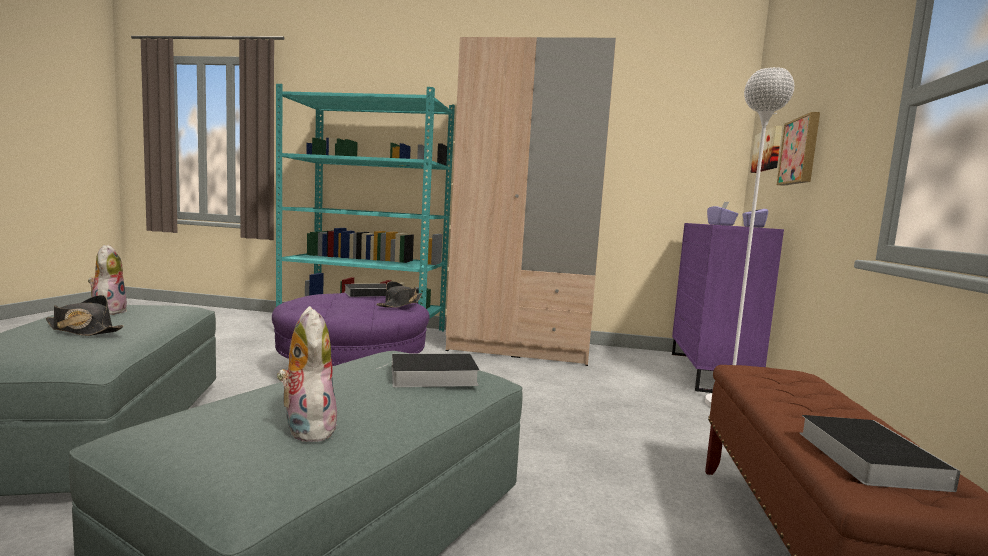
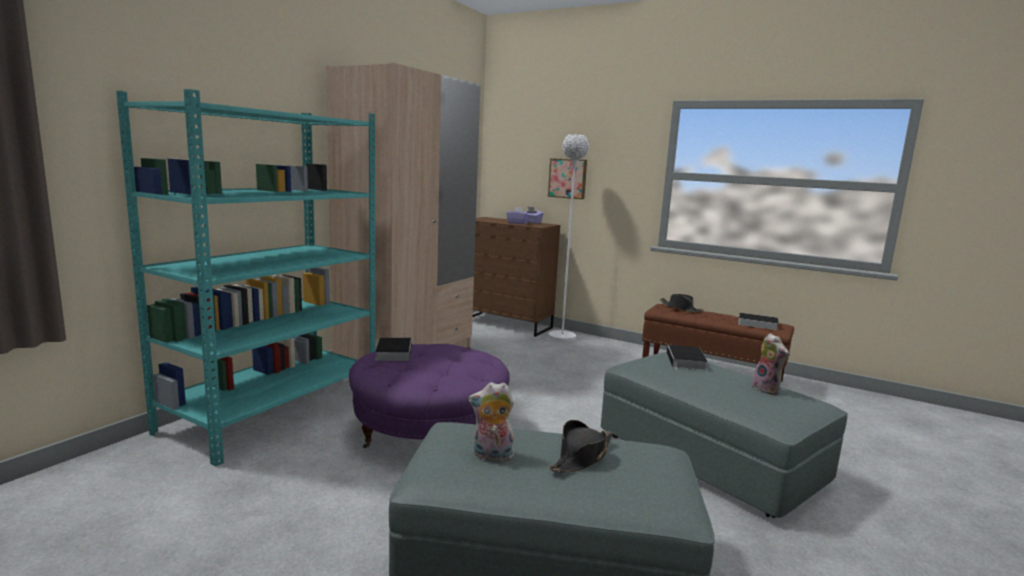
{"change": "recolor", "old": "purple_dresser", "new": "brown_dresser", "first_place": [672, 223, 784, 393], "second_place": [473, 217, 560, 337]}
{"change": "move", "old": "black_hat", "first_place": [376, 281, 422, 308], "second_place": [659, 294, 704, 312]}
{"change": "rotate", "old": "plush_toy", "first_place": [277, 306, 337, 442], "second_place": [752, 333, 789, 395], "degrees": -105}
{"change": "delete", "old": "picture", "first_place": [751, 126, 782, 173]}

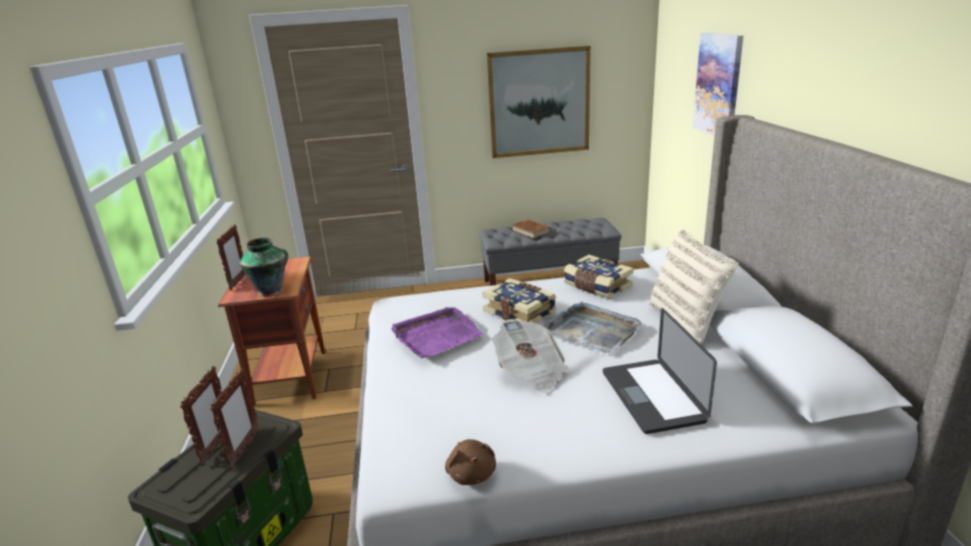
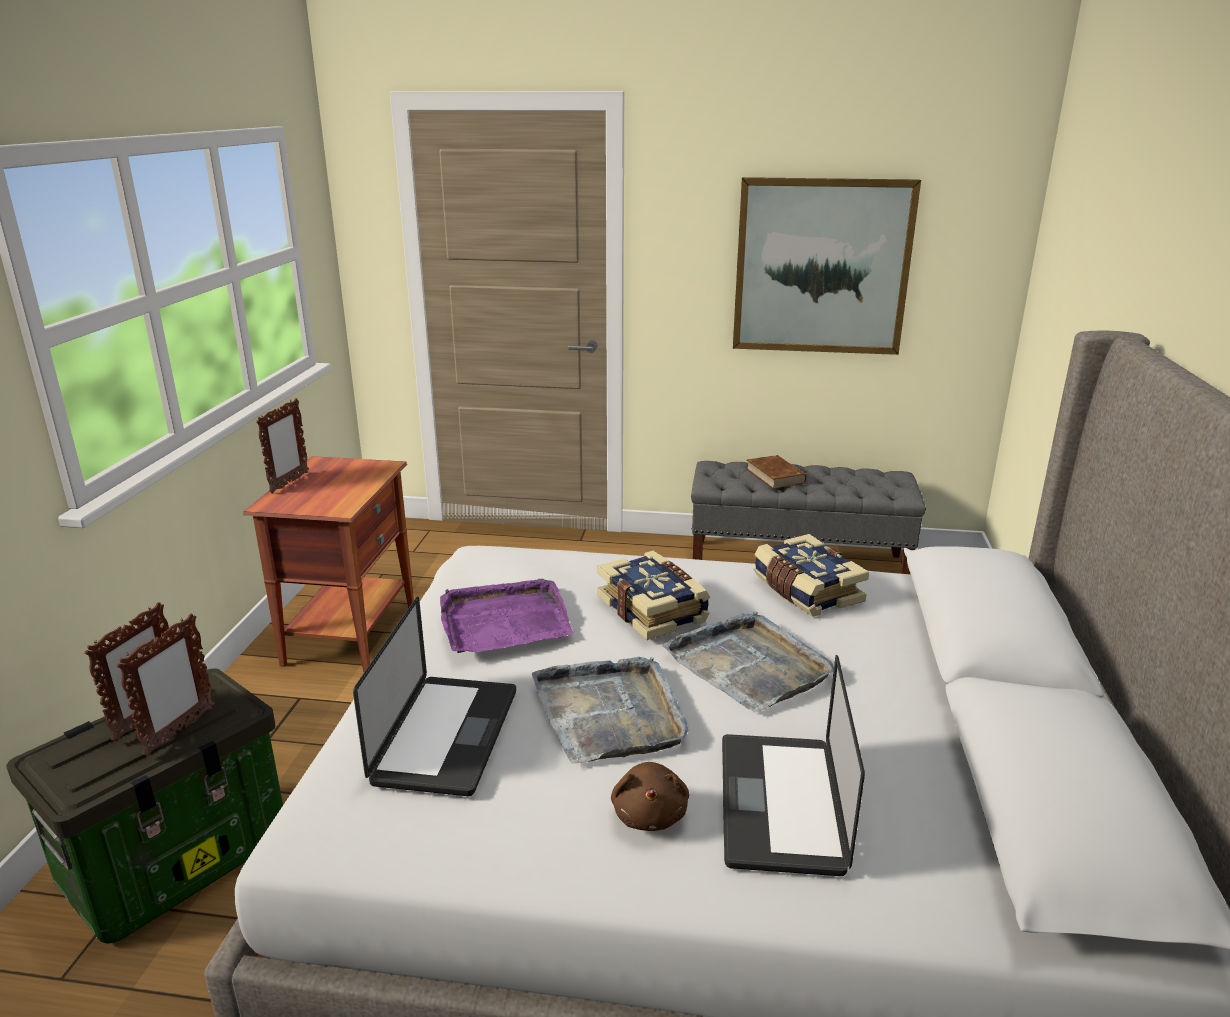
{"change": "insert", "new": "laptop", "second_place": [353, 597, 516, 796]}
{"change": "replace", "old": "newspaper", "new": "grey_tray", "first_place": [492, 319, 569, 393], "second_place": [532, 657, 689, 763]}
{"change": "move", "old": "brown_plush_toy", "first_place": [445, 439, 496, 485], "second_place": [611, 762, 689, 831]}
{"change": "delete", "old": "vase", "first_place": [240, 238, 288, 297]}
{"change": "delete", "old": "beige_pillow", "first_place": [649, 229, 738, 344]}
{"change": "delete", "old": "picture", "first_place": [693, 33, 743, 136]}

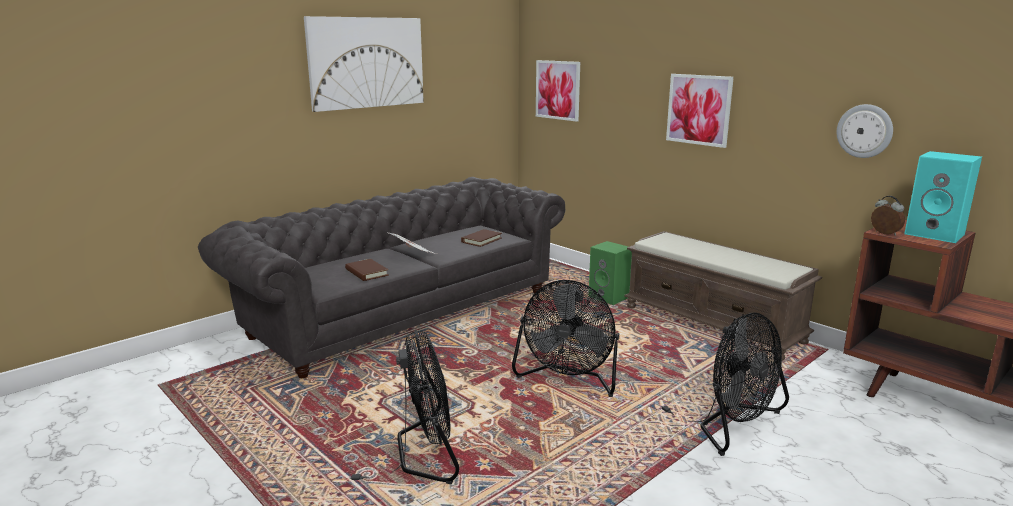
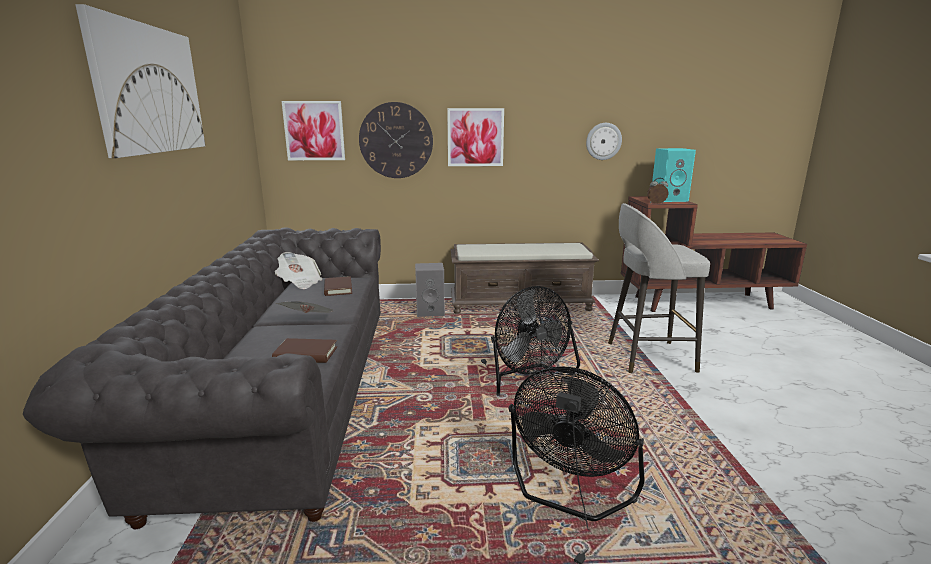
{"change": "insert", "new": "newspaper", "second_place": [275, 252, 323, 289]}
{"change": "insert", "new": "wall_clock", "second_place": [359, 102, 433, 178]}
{"change": "recolor", "old": "green_speaker", "new": "grey_speaker", "first_place": [589, 241, 632, 305], "second_place": [415, 263, 445, 317]}
{"change": "replace", "old": "black_fan", "new": "grey_stool", "first_place": [662, 313, 789, 456], "second_place": [608, 203, 710, 373]}

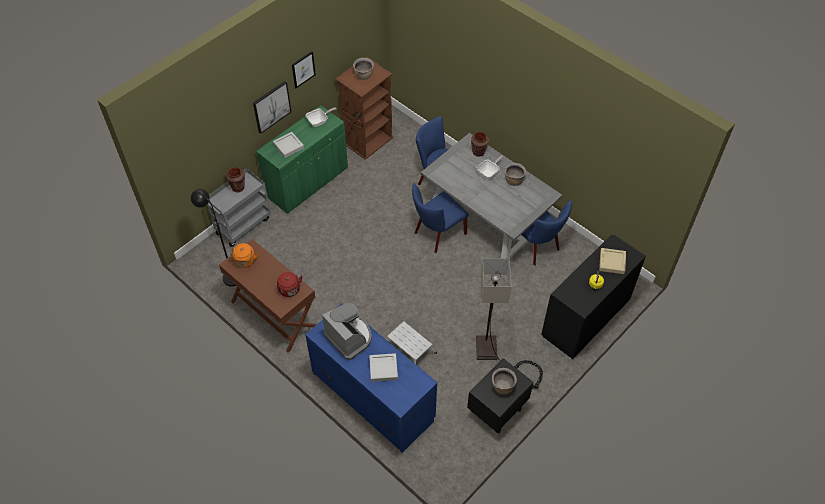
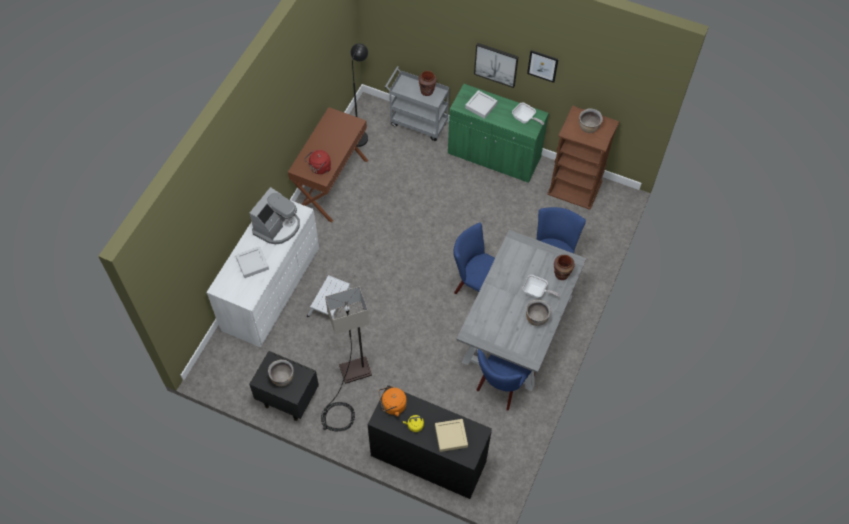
{"change": "recolor", "old": "blue_dresser", "new": "white_dresser", "first_place": [305, 303, 437, 453], "second_place": [206, 200, 319, 348]}
{"change": "move", "old": "orange_kettle", "first_place": [230, 243, 258, 268], "second_place": [378, 386, 407, 416]}

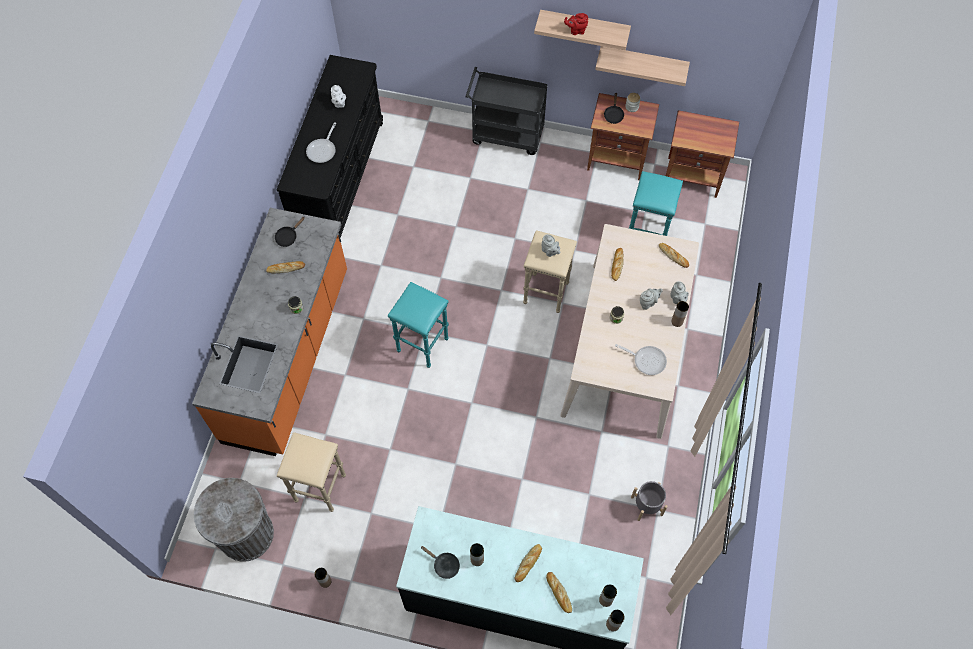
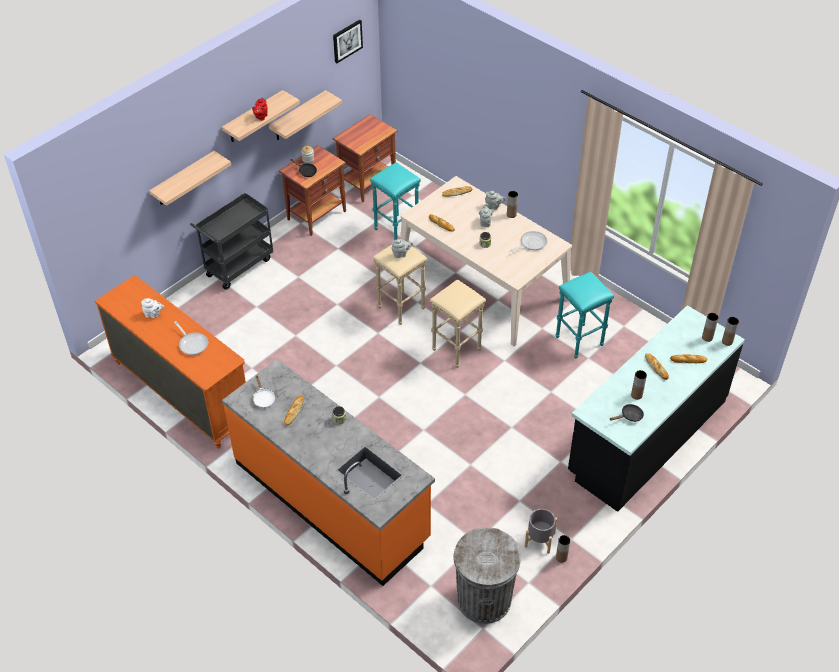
{"change": "recolor", "old": "black_dresser", "new": "orange_dresser", "first_place": [276, 55, 383, 238], "second_place": [95, 276, 246, 449]}
{"change": "insert", "new": "shelf", "second_place": [149, 151, 231, 206]}
{"change": "recolor", "old": "black_frying_pan", "new": "white_frying_pan", "first_place": [275, 217, 305, 247], "second_place": [253, 375, 275, 408]}
{"change": "insert", "new": "picture", "second_place": [333, 20, 363, 63]}
{"change": "move", "old": "beige_stool", "first_place": [277, 432, 346, 512], "second_place": [430, 280, 486, 368]}
{"change": "move", "old": "grey_planter", "first_place": [631, 481, 668, 521], "second_place": [525, 509, 557, 554]}
{"change": "move", "old": "turquoise_stool", "first_place": [388, 282, 449, 368], "second_place": [556, 272, 614, 358]}

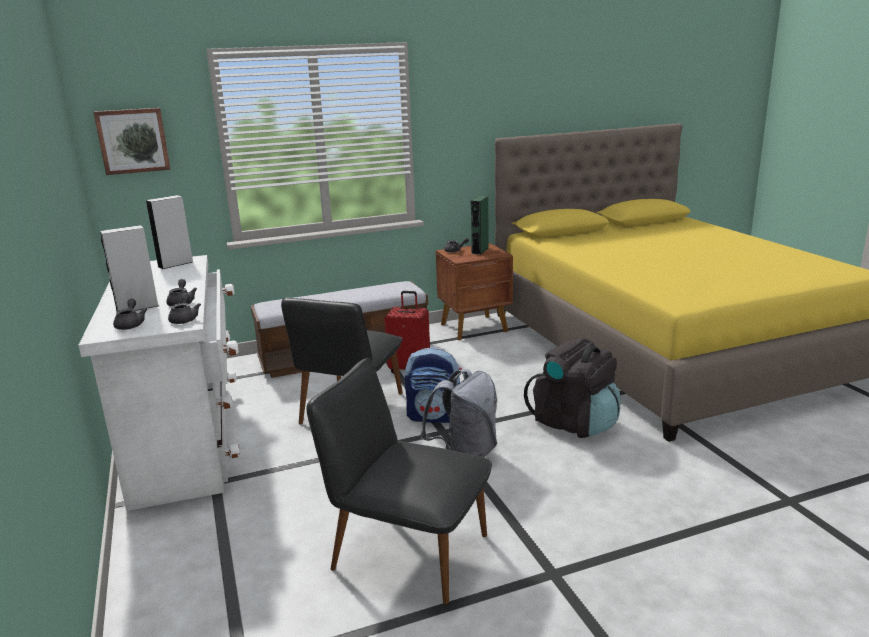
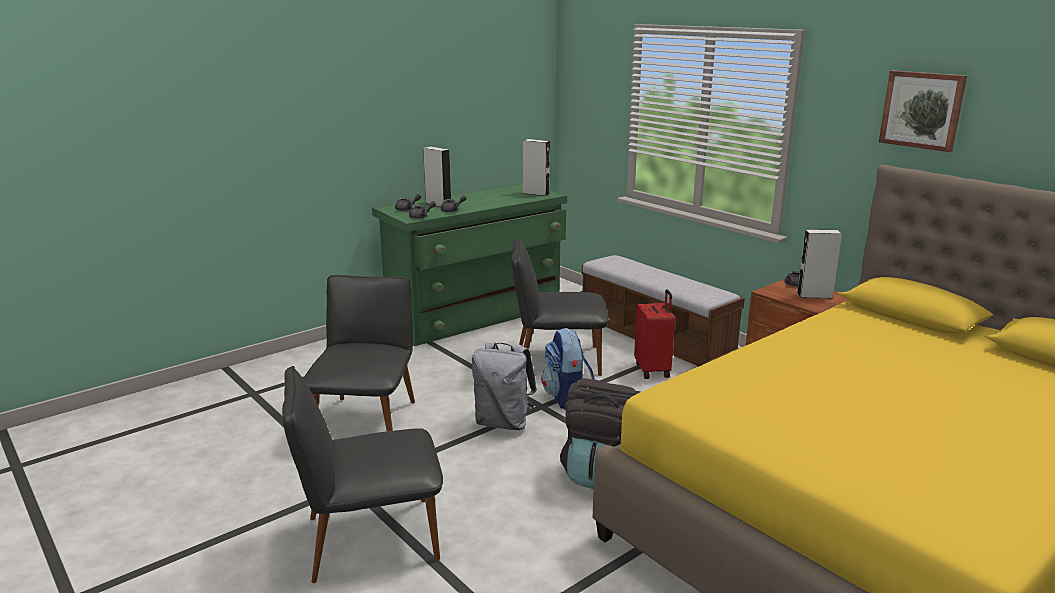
{"change": "insert", "new": "black_chair", "second_place": [282, 366, 443, 583]}
{"change": "recolor", "old": "white_dresser", "new": "green_dresser", "first_place": [79, 255, 240, 511], "second_place": [372, 184, 567, 346]}
{"change": "recolor", "old": "green_speaker", "new": "grey_speaker", "first_place": [471, 196, 489, 255], "second_place": [797, 230, 842, 299]}
{"change": "move", "old": "picture", "first_place": [93, 108, 171, 175], "second_place": [879, 71, 967, 152]}

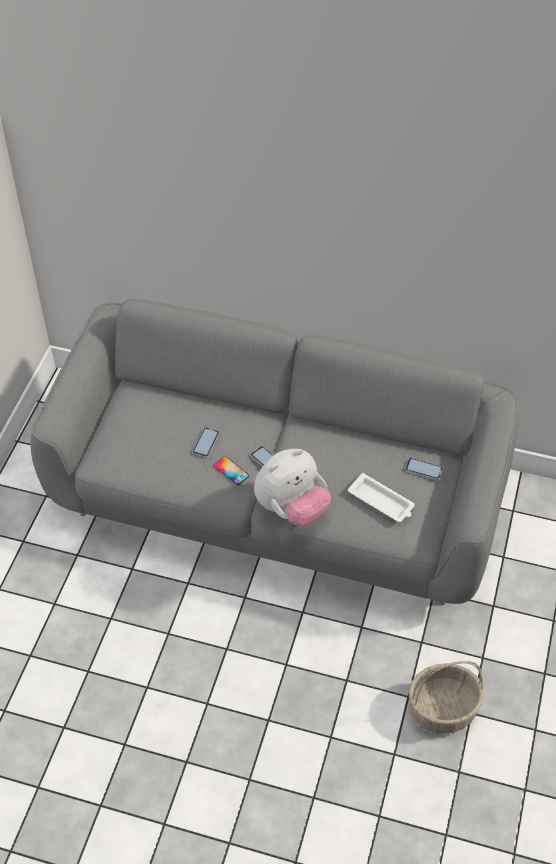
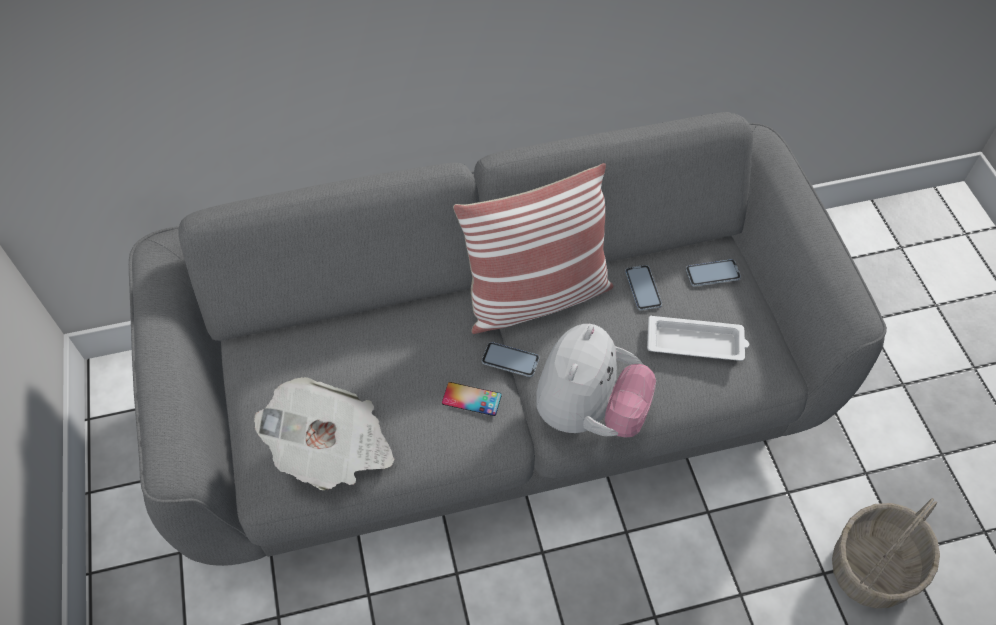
{"change": "insert", "new": "newspaper", "second_place": [254, 377, 395, 490]}
{"change": "insert", "new": "pillow", "second_place": [453, 163, 613, 334]}
{"change": "move", "old": "phone", "first_place": [192, 427, 219, 457], "second_place": [625, 265, 662, 311]}

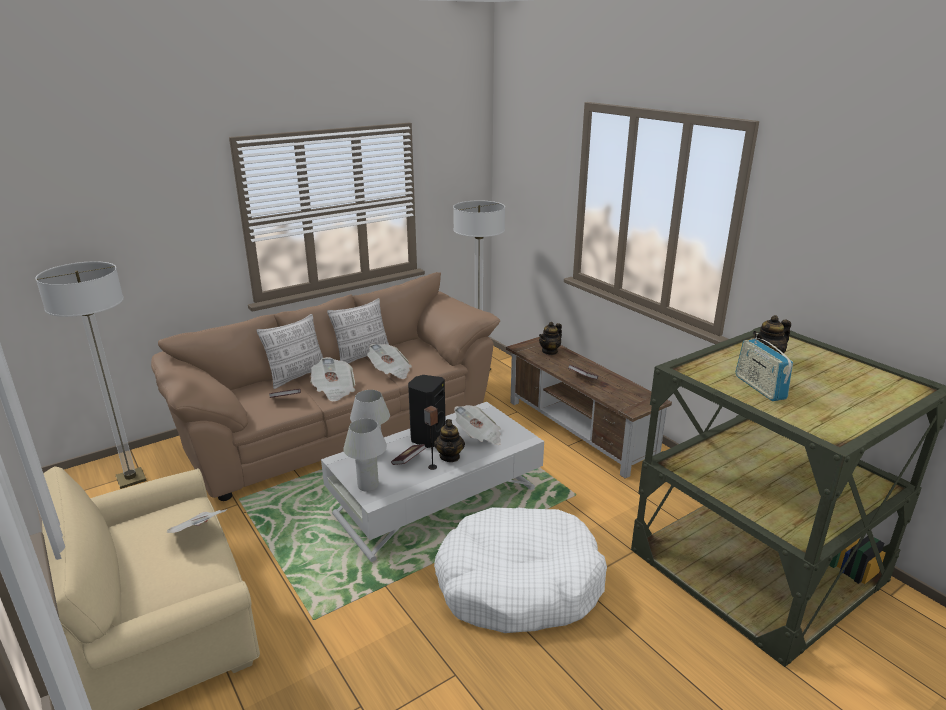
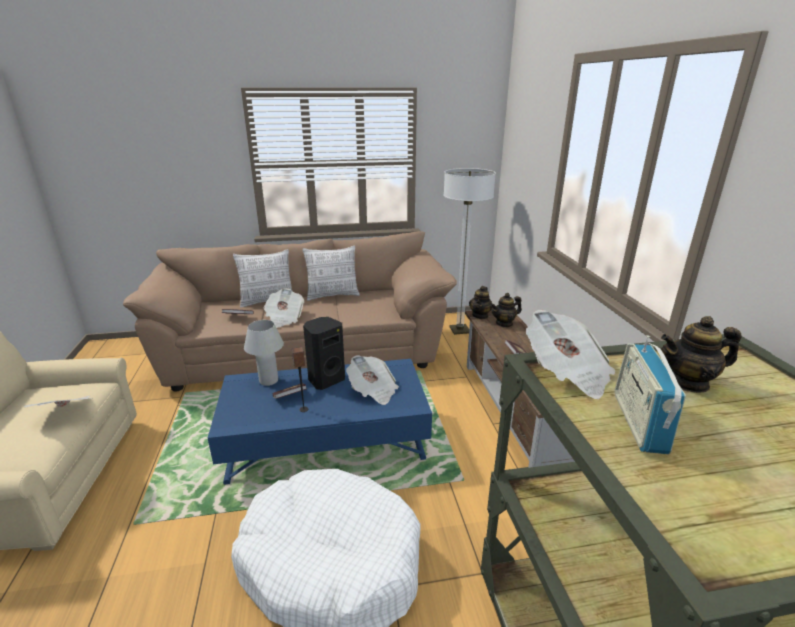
{"change": "recolor", "old": "white_coffee_table", "new": "blue_coffee_table", "first_place": [321, 402, 544, 562], "second_place": [208, 359, 432, 484]}
{"change": "move", "old": "teapot", "first_place": [434, 419, 465, 462], "second_place": [469, 286, 493, 319]}
{"change": "move", "old": "newspaper", "first_place": [367, 343, 412, 379], "second_place": [526, 310, 615, 399]}
{"change": "delete", "old": "floor_lamp", "first_place": [36, 261, 147, 489]}
{"change": "delete", "old": "white_table_lamp", "first_place": [343, 418, 387, 492]}

